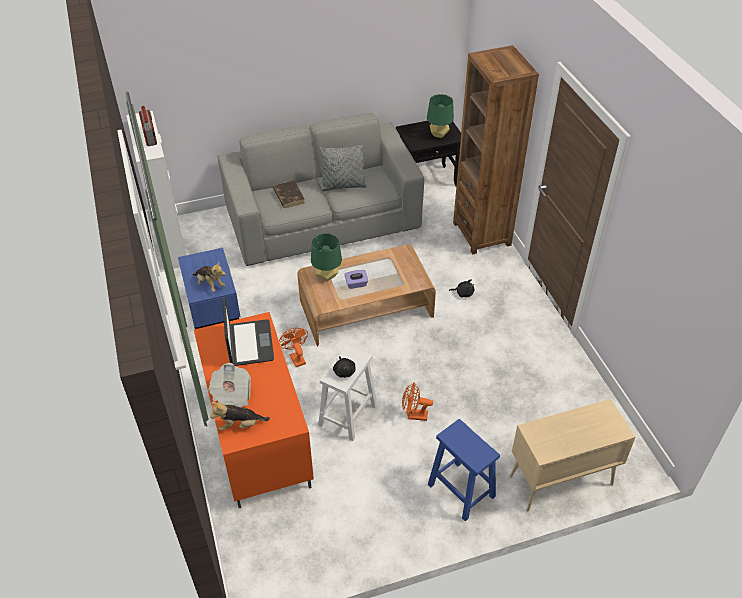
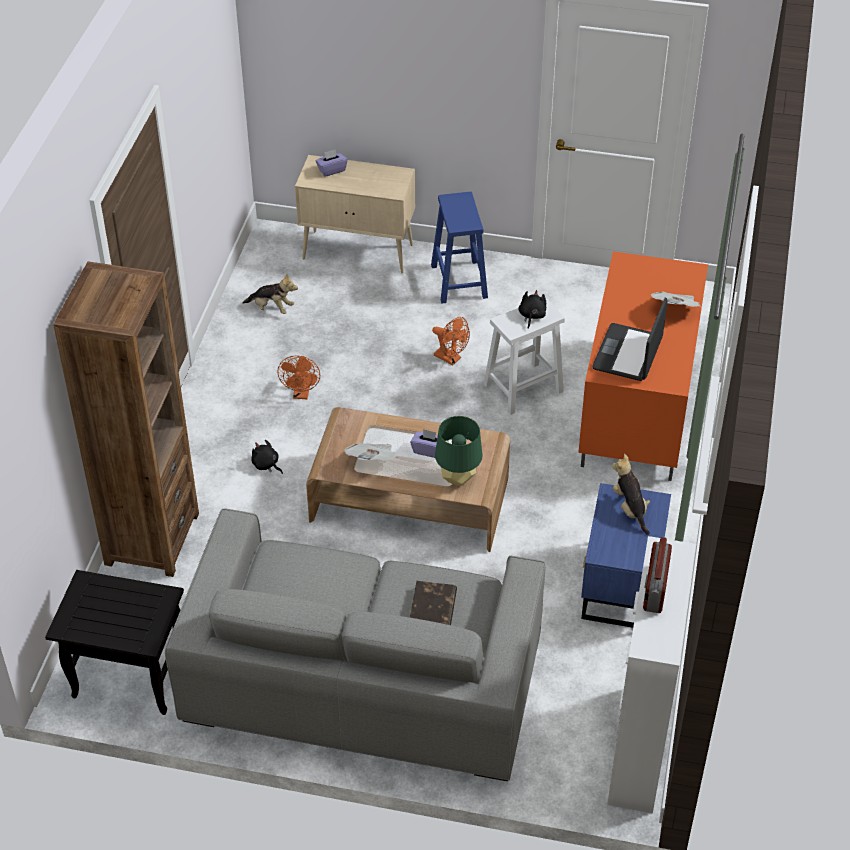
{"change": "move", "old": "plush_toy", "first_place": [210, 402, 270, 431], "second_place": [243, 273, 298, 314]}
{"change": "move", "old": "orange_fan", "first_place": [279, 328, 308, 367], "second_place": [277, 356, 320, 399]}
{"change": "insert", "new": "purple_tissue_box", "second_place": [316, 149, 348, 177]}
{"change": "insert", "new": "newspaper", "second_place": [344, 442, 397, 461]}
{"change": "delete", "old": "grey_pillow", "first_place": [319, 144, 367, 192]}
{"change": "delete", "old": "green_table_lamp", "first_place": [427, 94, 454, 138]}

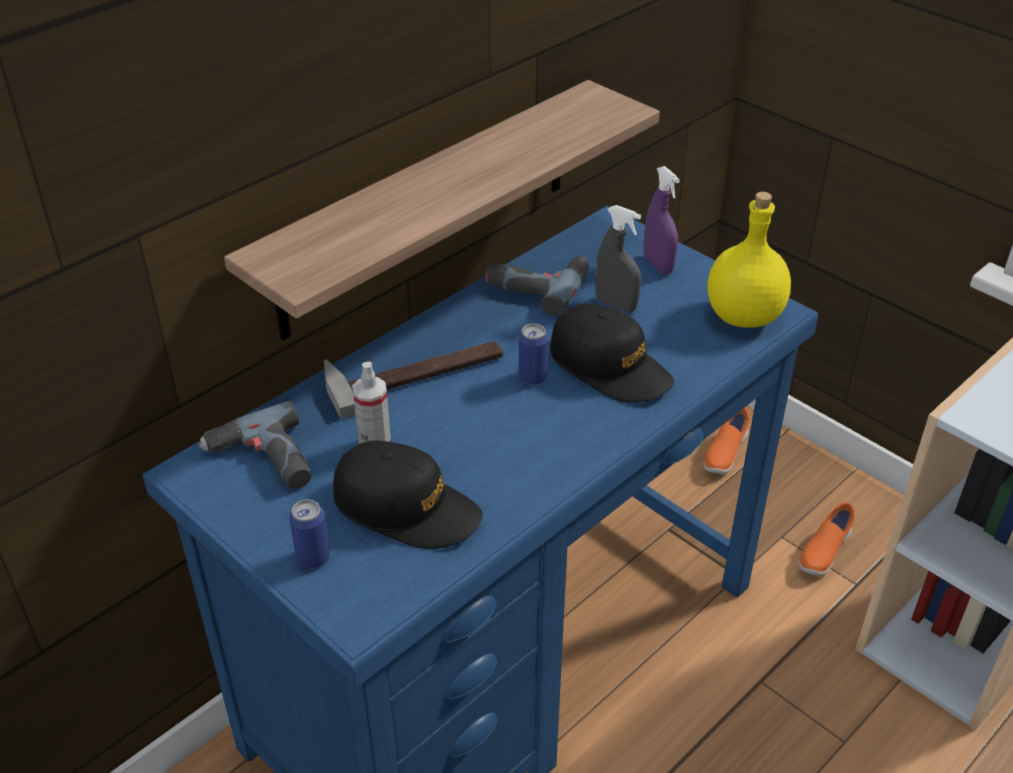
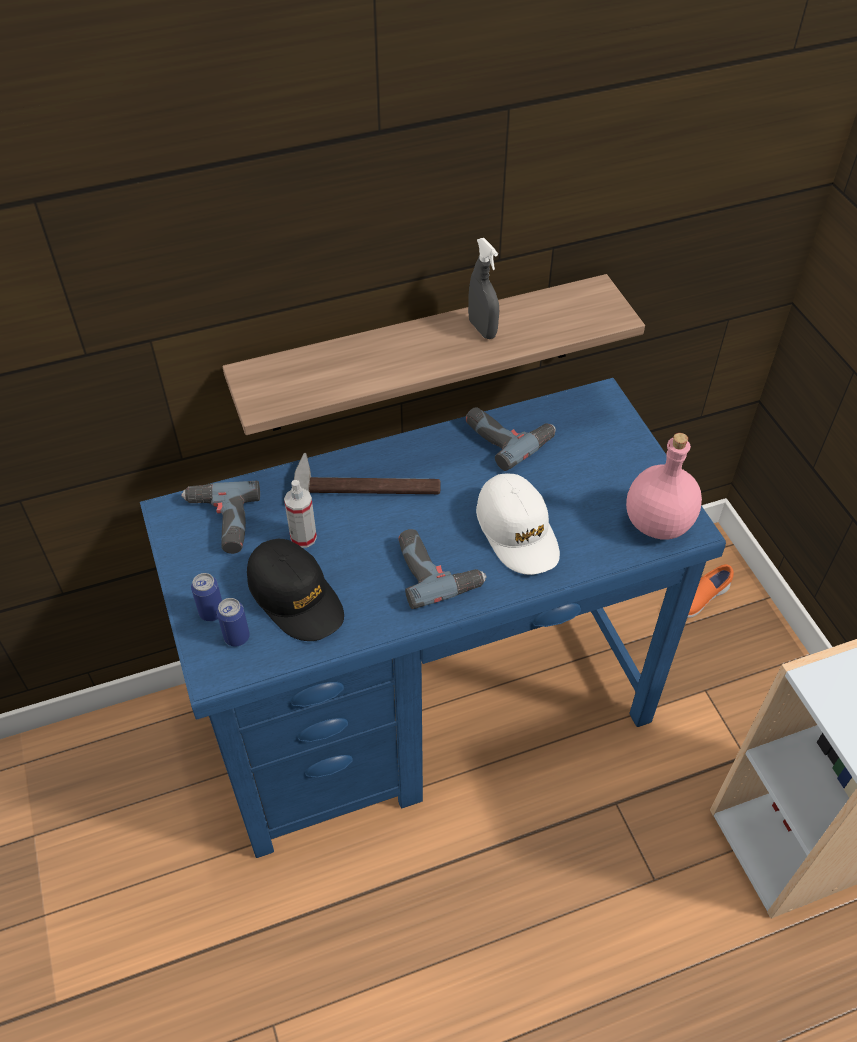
{"change": "move", "old": "can", "first_place": [518, 323, 548, 385], "second_place": [217, 598, 250, 646]}
{"change": "insert", "new": "power_drill", "second_place": [399, 529, 487, 609]}
{"change": "move", "old": "grey_spray_bottle", "first_place": [595, 205, 641, 312], "second_place": [468, 238, 499, 339]}
{"change": "recolor", "old": "black_cap", "new": "white_cap", "first_place": [550, 303, 674, 403], "second_place": [476, 473, 560, 575]}
{"change": "recolor", "old": "yellow_bottle", "new": "pink_bottle", "first_place": [707, 192, 791, 328], "second_place": [626, 433, 702, 540]}
{"change": "delete", "old": "purple_spray_bottle", "first_place": [643, 166, 680, 274]}
{"change": "delete", "old": "orange_shoe", "first_place": [799, 502, 855, 576]}

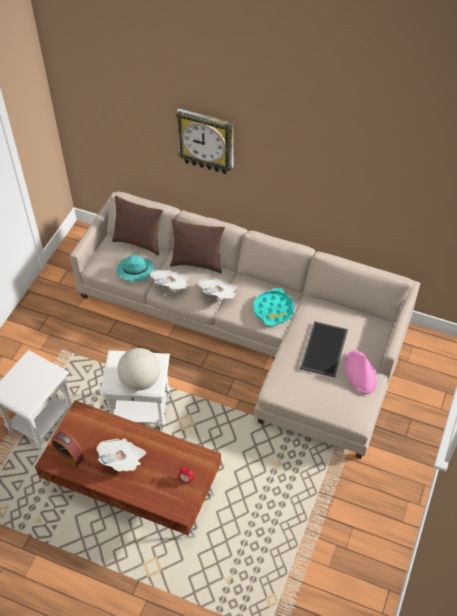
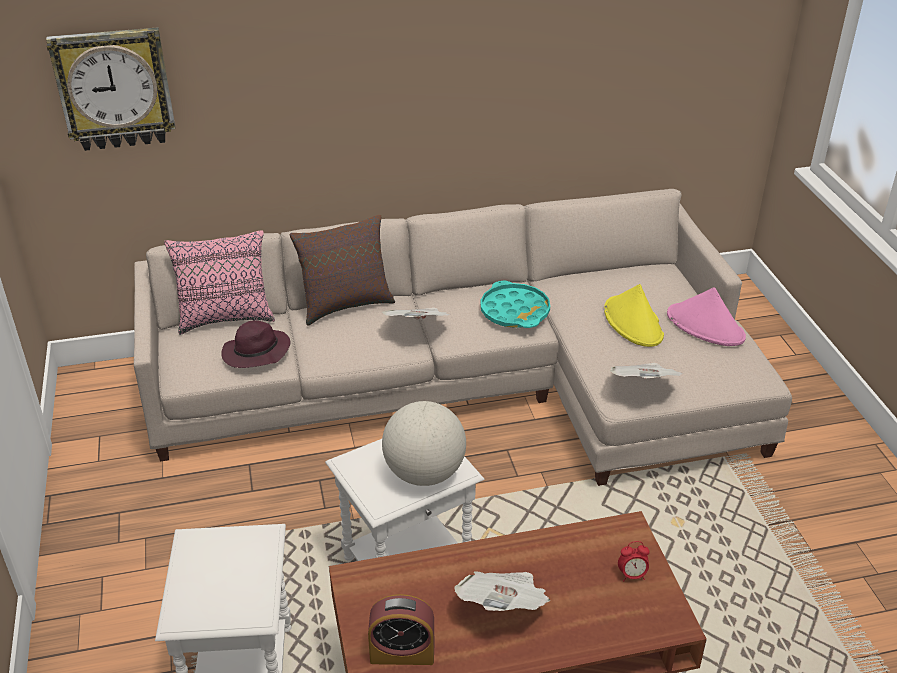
{"change": "move", "old": "wall_clock", "first_place": [176, 108, 234, 174], "second_place": [46, 27, 175, 151]}
{"change": "recolor", "old": "brown_pillow", "new": "pink_pillow", "first_place": [112, 195, 163, 255], "second_place": [164, 230, 275, 335]}
{"change": "recolor", "old": "turquoise_hat", "new": "purple_hat", "first_place": [117, 255, 154, 282], "second_place": [221, 320, 291, 368]}
{"change": "replace", "old": "tray", "new": "yellow_hat", "first_place": [300, 321, 348, 377], "second_place": [604, 284, 664, 347]}
{"change": "move", "old": "newspaper", "first_place": [150, 269, 190, 289], "second_place": [610, 363, 683, 378]}

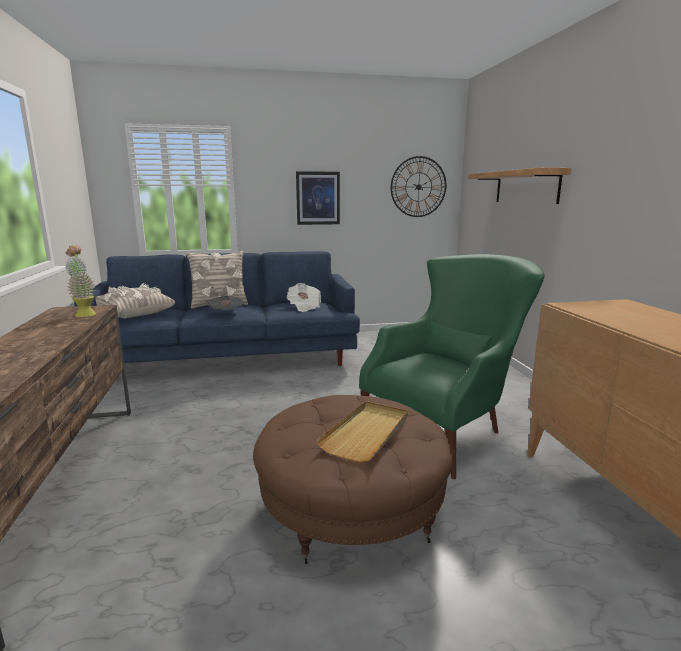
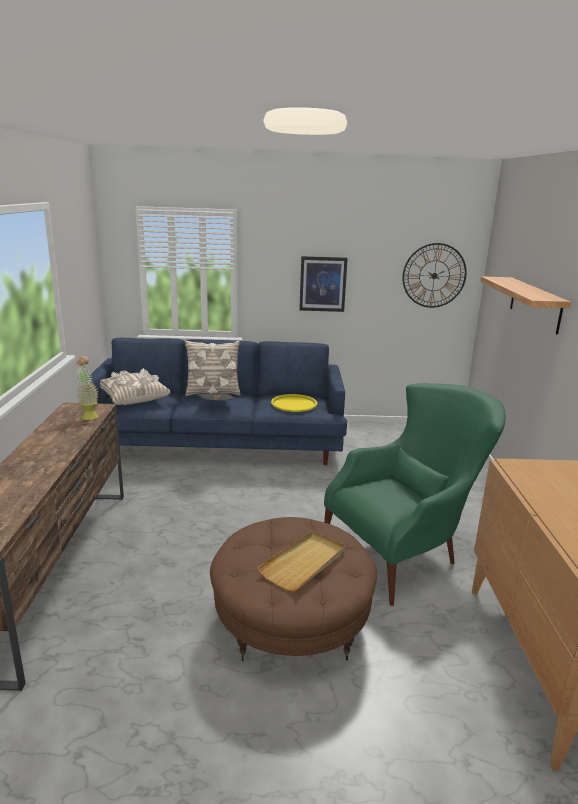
{"change": "replace", "old": "newspaper", "new": "yellow_tray", "first_place": [286, 283, 321, 312], "second_place": [271, 394, 317, 412]}

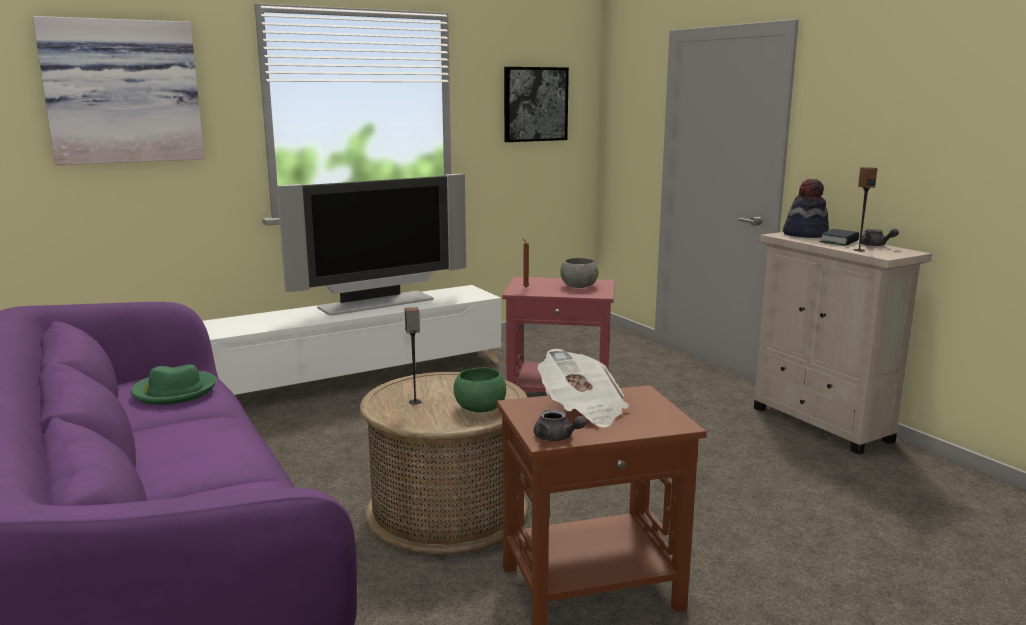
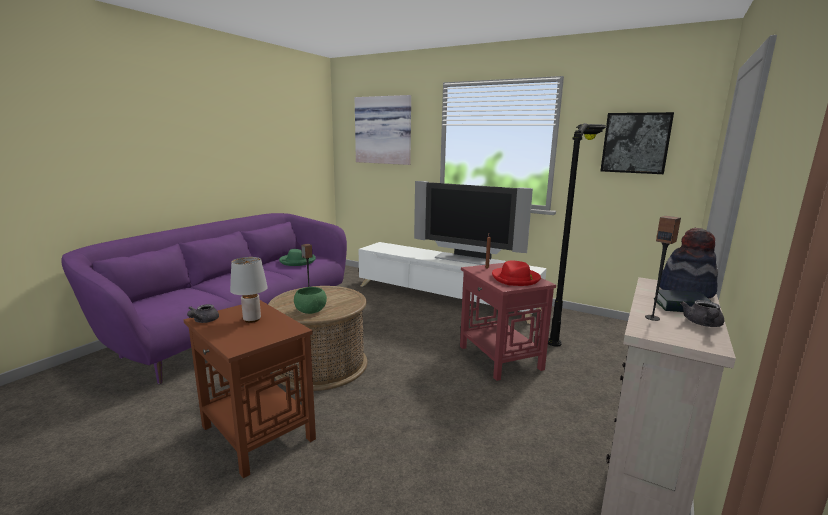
{"change": "replace", "old": "newspaper", "new": "grey_table_lamp", "first_place": [537, 349, 629, 428], "second_place": [230, 257, 268, 323]}
{"change": "replace", "old": "grey_bowl", "new": "red_hat", "first_place": [560, 258, 598, 288], "second_place": [492, 260, 541, 286]}
{"change": "insert", "new": "black_floor_lamp", "second_place": [548, 123, 607, 347]}

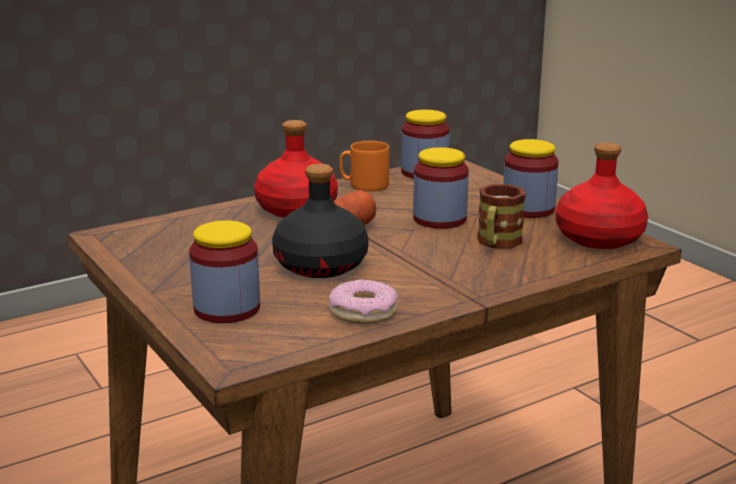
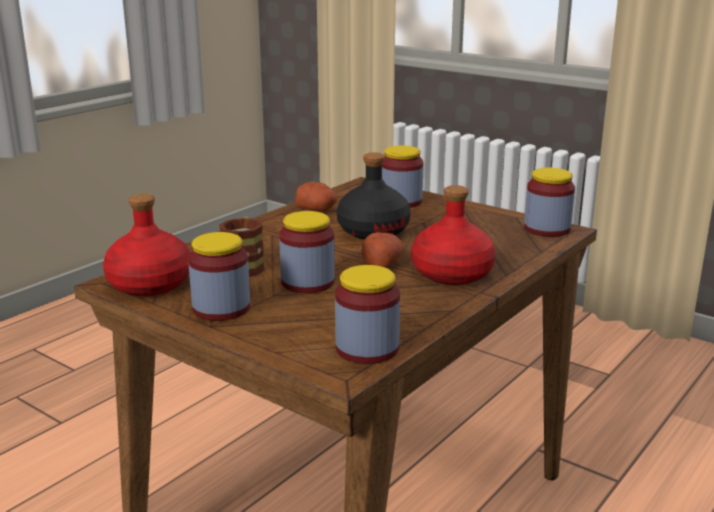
{"change": "replace", "old": "donut", "new": "potato", "first_place": [329, 279, 398, 324], "second_place": [295, 182, 337, 211]}
{"change": "insert", "new": "jar", "second_place": [524, 168, 575, 237]}
{"change": "delete", "old": "orange_mug", "first_place": [339, 141, 389, 192]}

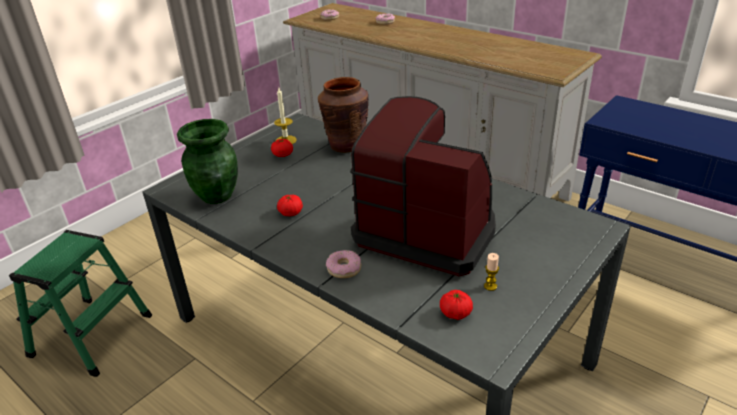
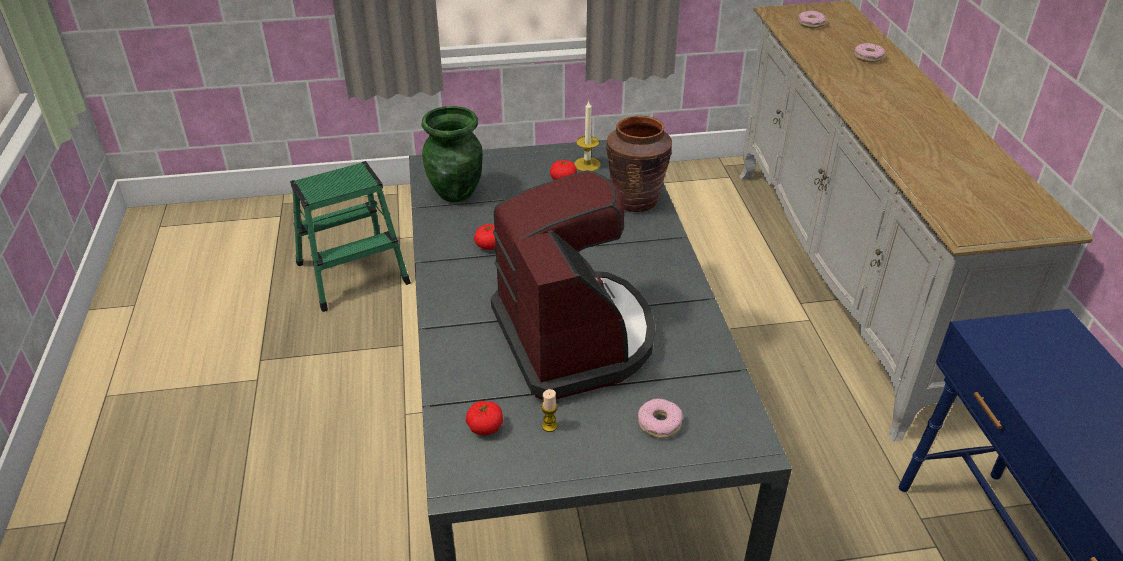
{"change": "move", "old": "donut", "first_place": [326, 250, 361, 278], "second_place": [638, 398, 683, 438]}

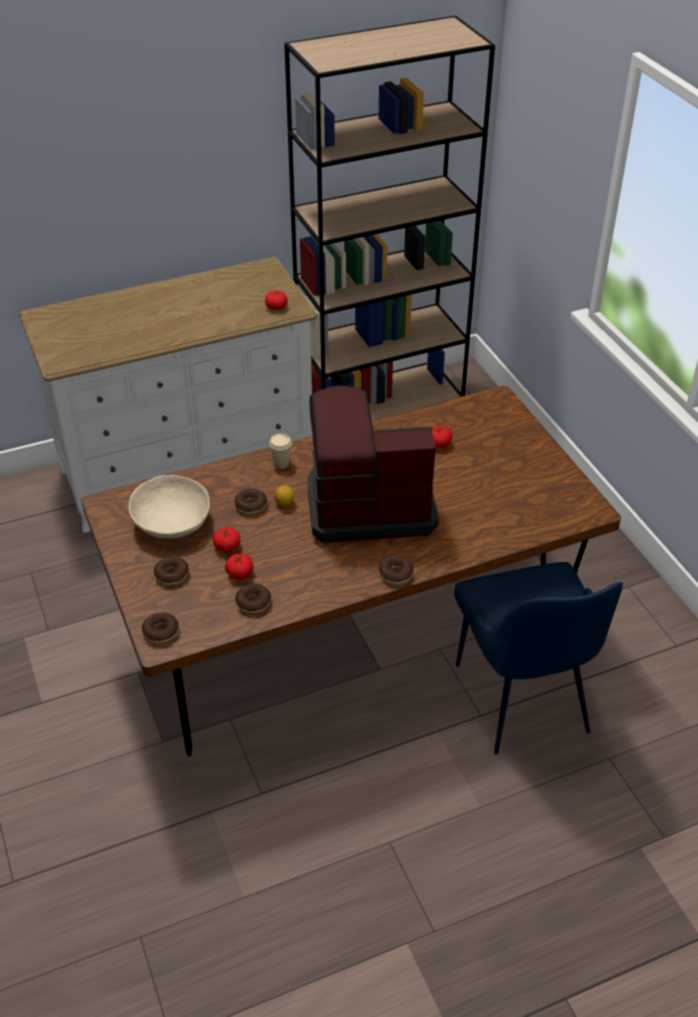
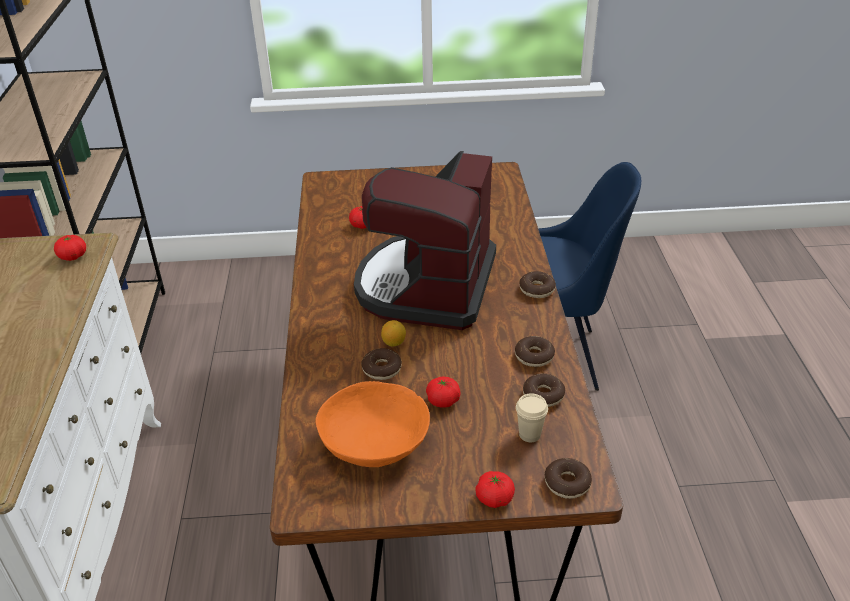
{"change": "recolor", "old": "beige_bowl", "new": "orange_bowl", "first_place": [129, 475, 210, 538], "second_place": [315, 381, 430, 467]}
{"change": "move", "old": "tomato", "first_place": [225, 554, 254, 579], "second_place": [475, 471, 515, 508]}
{"change": "move", "old": "donut", "first_place": [154, 557, 189, 585], "second_place": [515, 336, 555, 367]}
{"change": "move", "old": "beige_cup", "first_place": [269, 434, 292, 469], "second_place": [516, 394, 548, 442]}

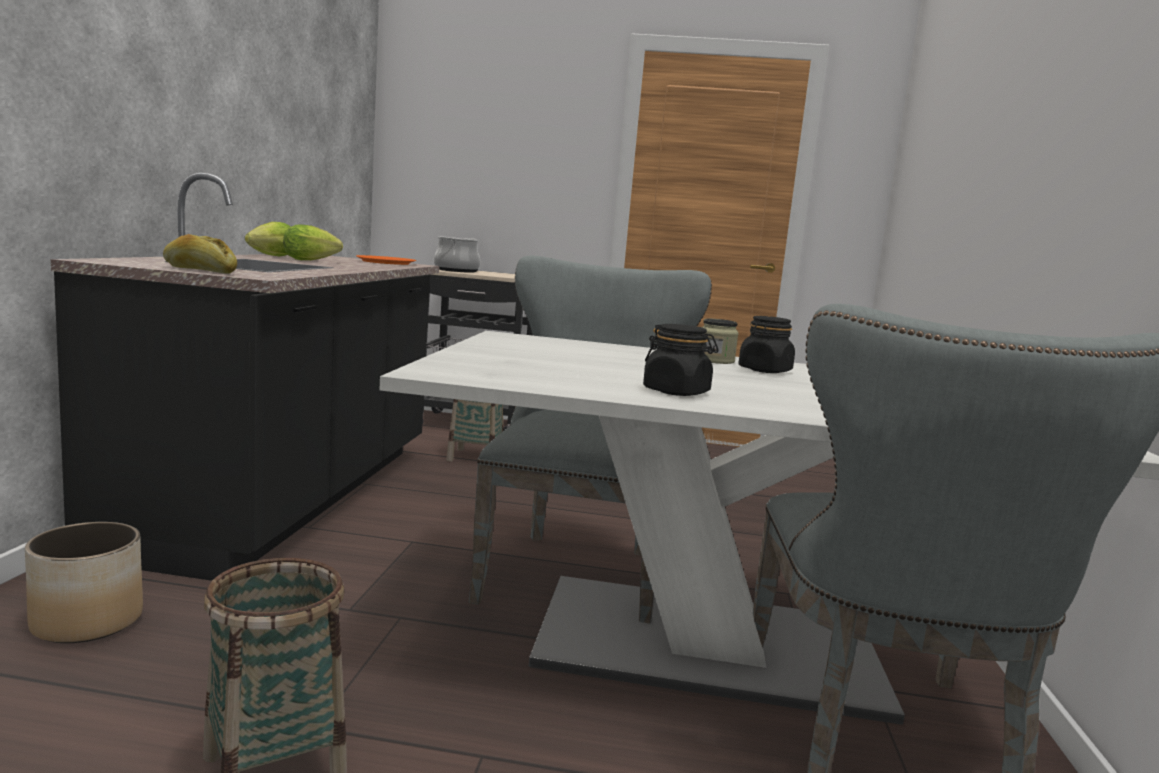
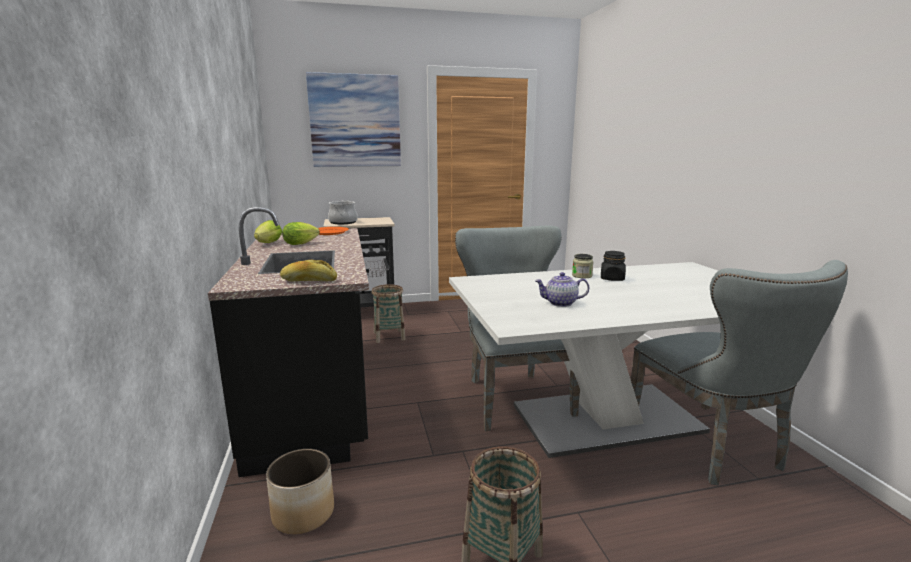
{"change": "insert", "new": "picture", "second_place": [306, 72, 401, 167]}
{"change": "insert", "new": "teapot", "second_place": [535, 272, 589, 307]}
{"change": "delete", "old": "black_jar", "first_place": [643, 324, 719, 396]}

